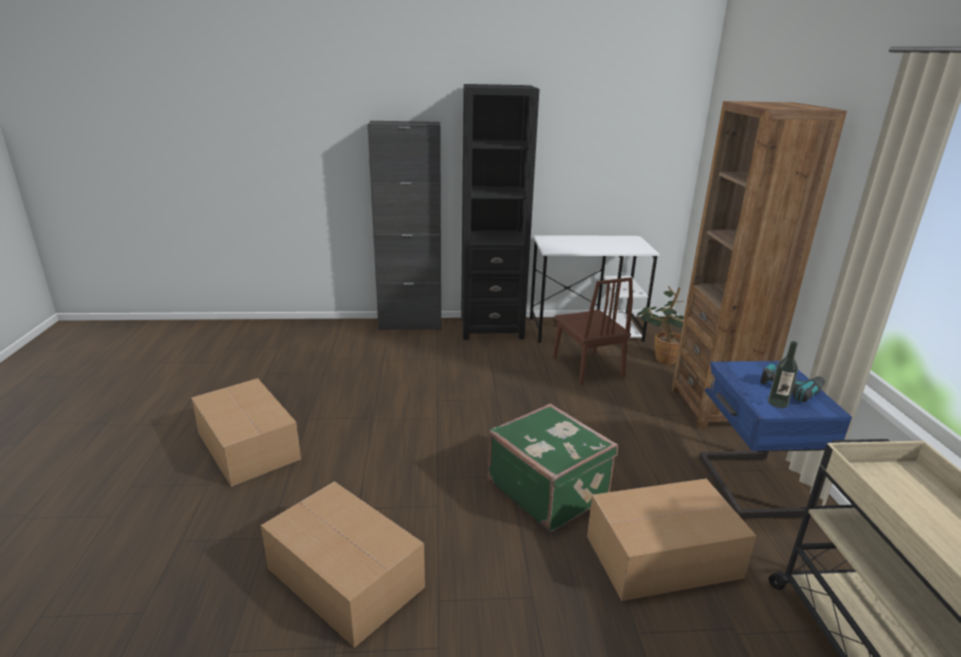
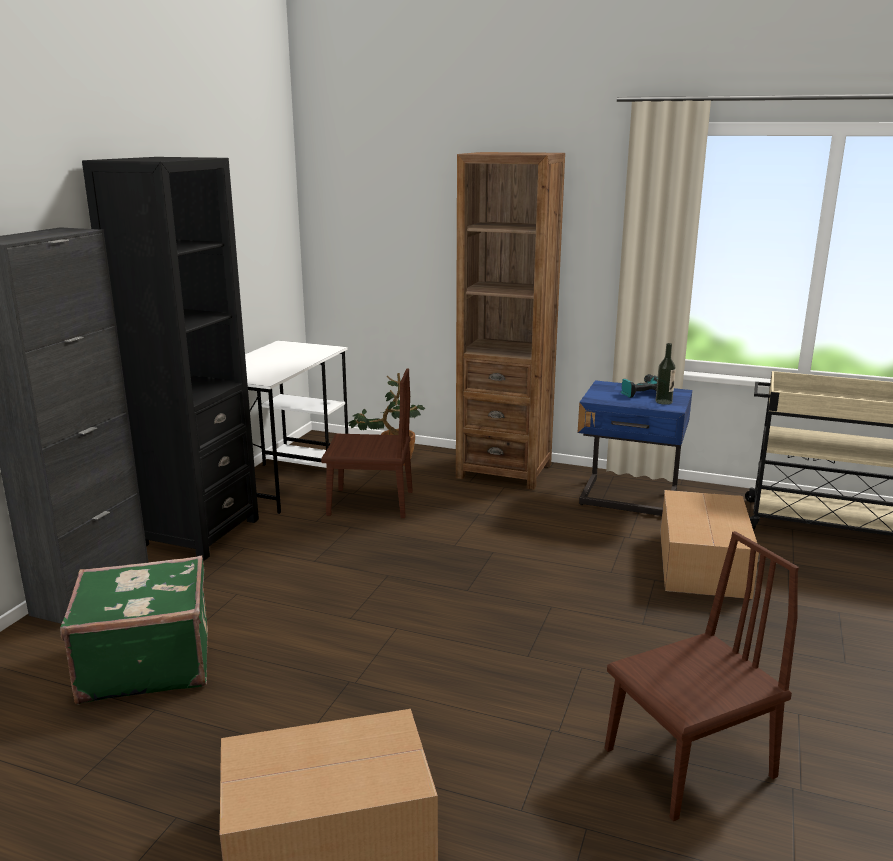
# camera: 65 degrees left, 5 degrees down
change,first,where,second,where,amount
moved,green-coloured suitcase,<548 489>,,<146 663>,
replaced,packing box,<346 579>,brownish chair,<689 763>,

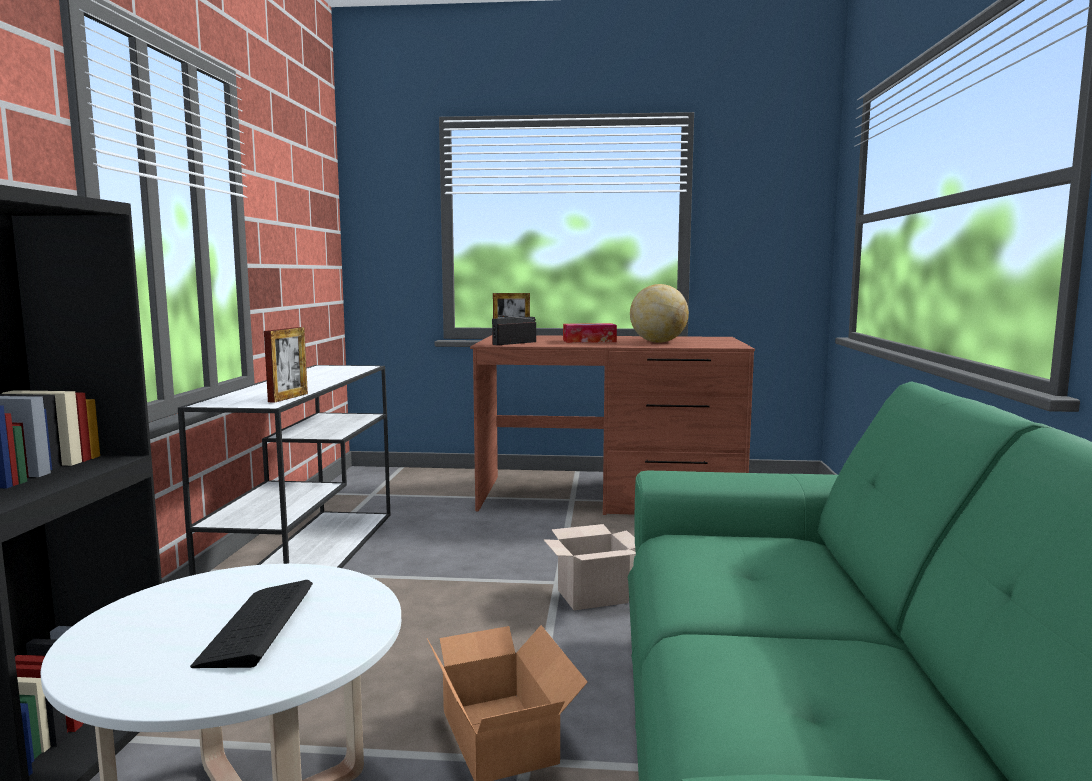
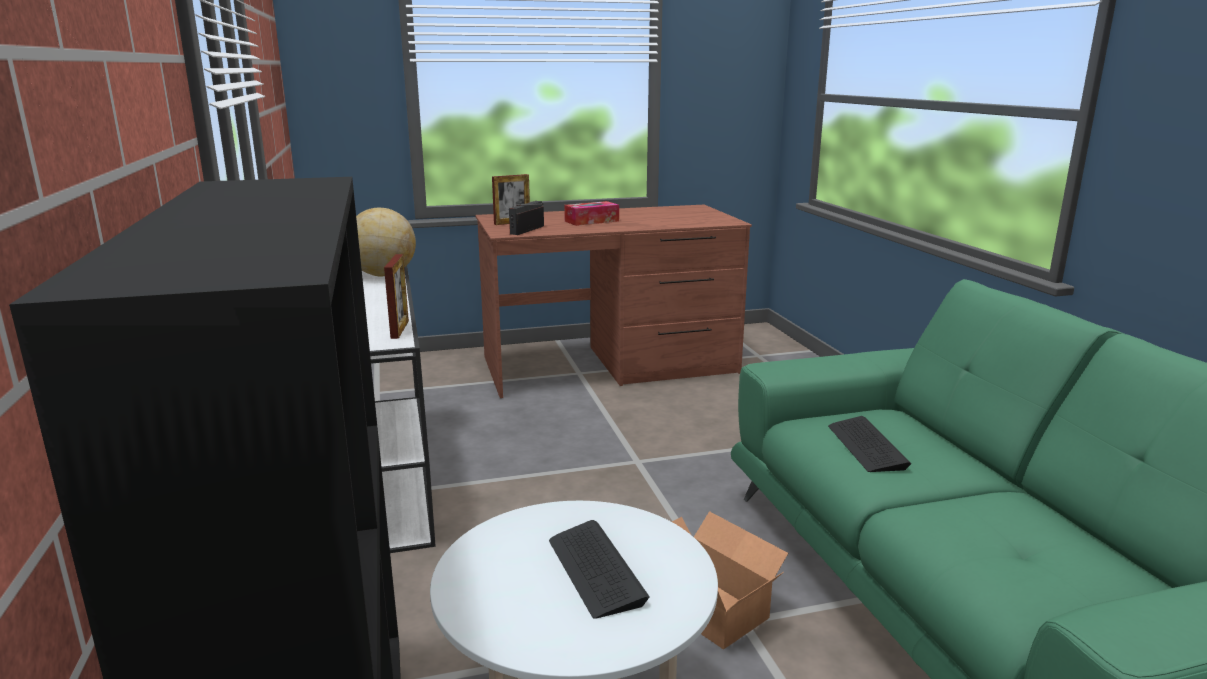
# camera: 20 degrees left, 10 degrees up
change,first,where,second,where,amount
removed,packing box,<593 596>,,,
added,,,computer keyboard,<866 446>,
moved,globe,<658 342>,,<383 275>,

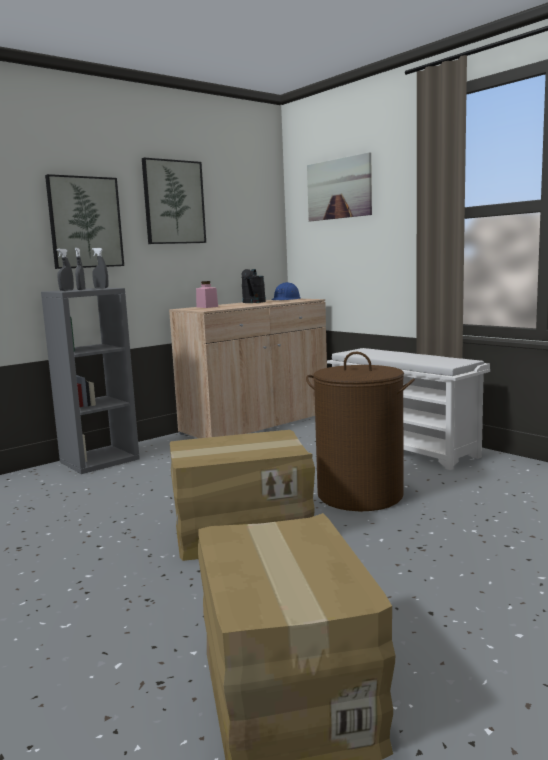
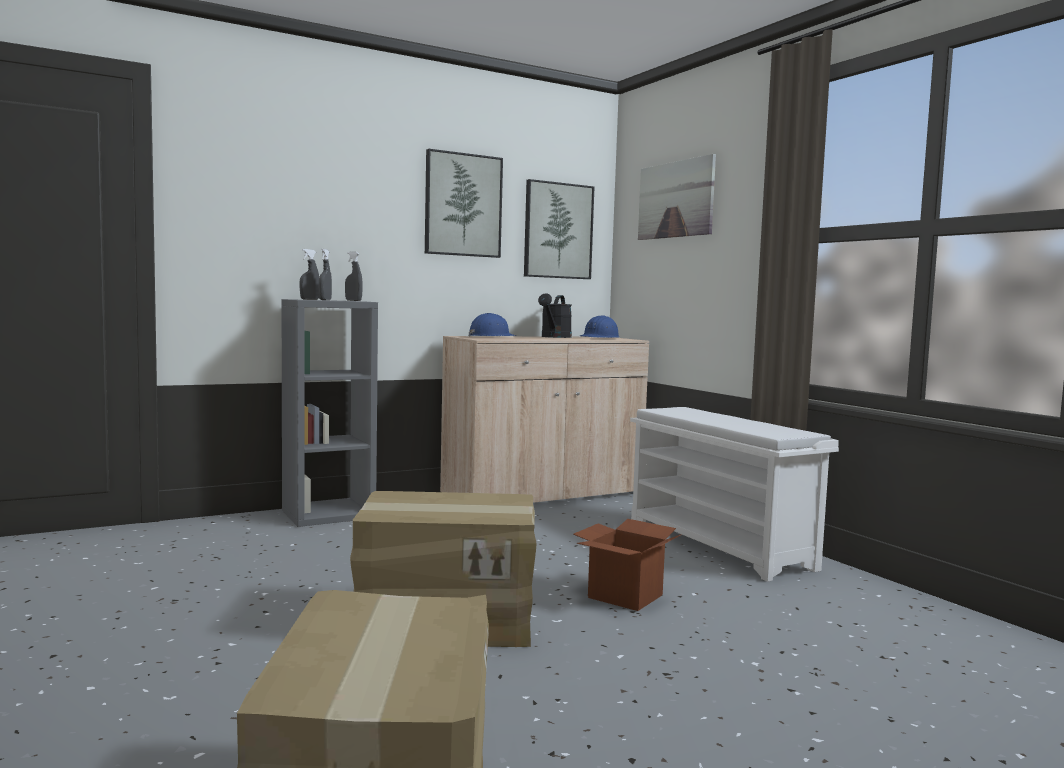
# camera: 10 degrees right, 5 degrees down
change,first,where,second,where,amount
moved,picture,<85 222>,,<557 231>,
replaced,pinkish preserve jar,<207 307>,blue-coloured work helmet,<490 337>,
replaced,brownish hamper,<360 495>,packing box,<625 596>,

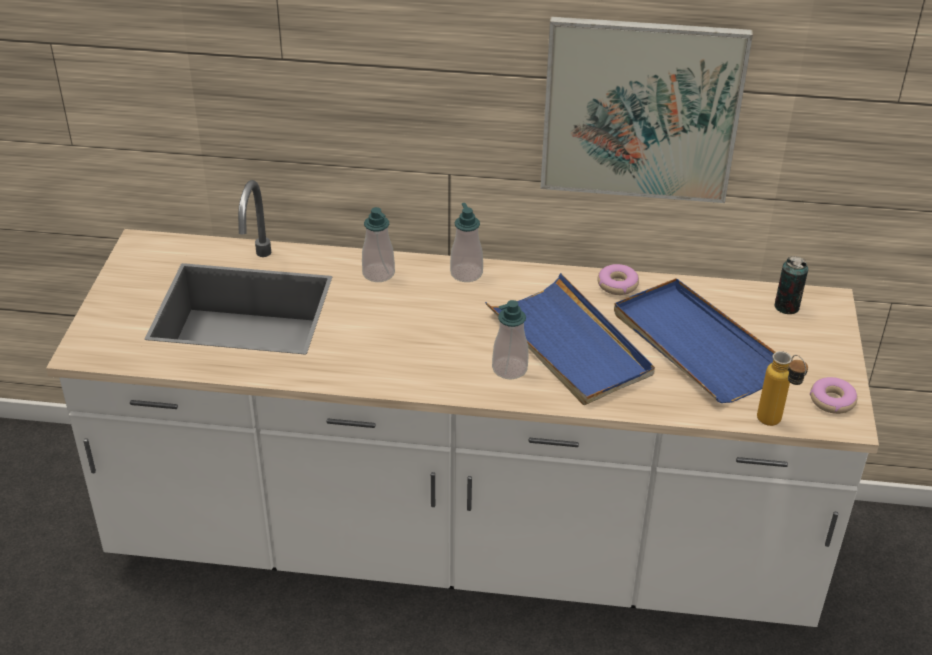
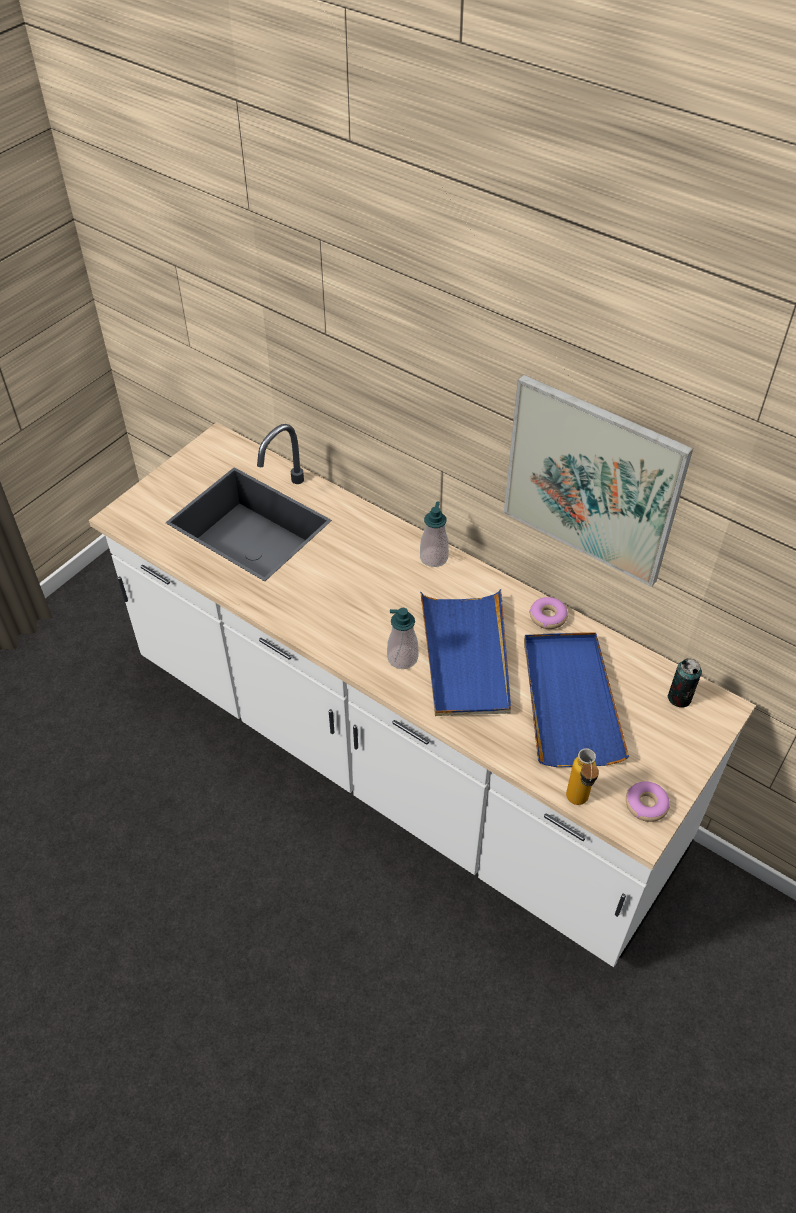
# camera: 30 degrees right, 10 degrees up
change,first,where,second,where,amount
removed,soap dispenser,<378 273>,,,

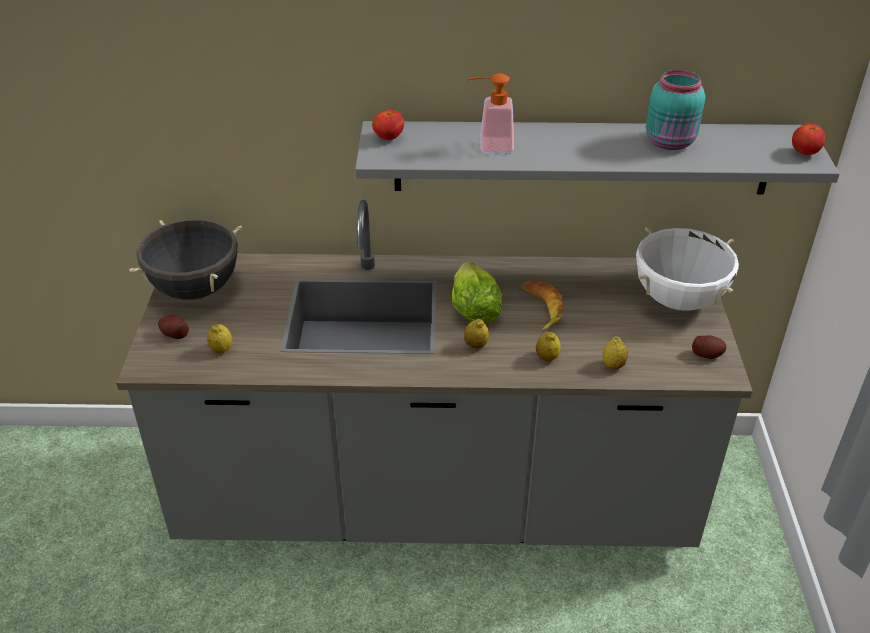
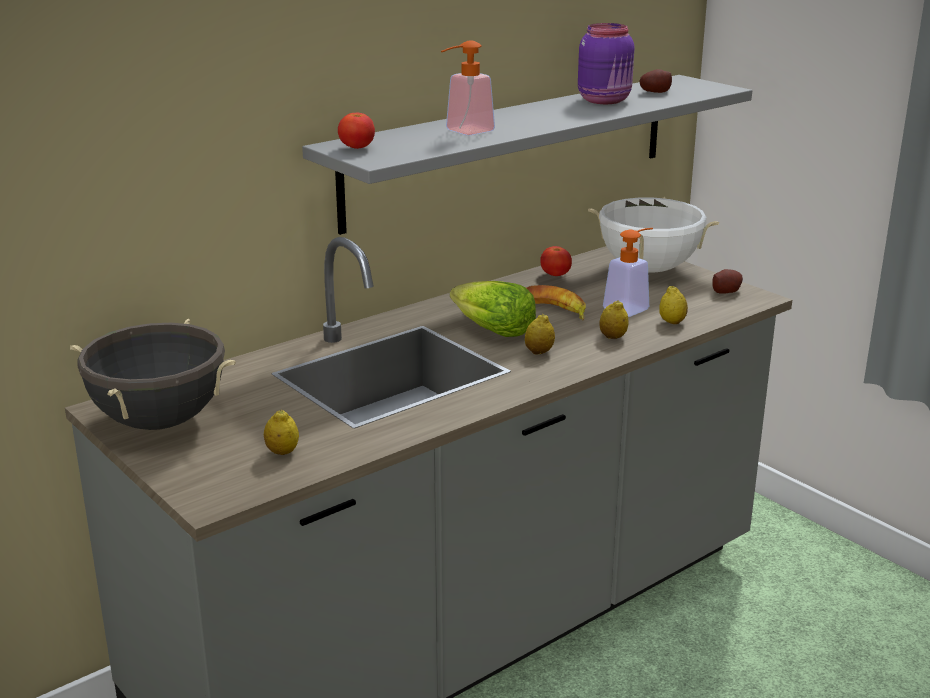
# camera: 40 degrees left, 15 degrees down
change,first,where,second,where,amount
added,,,soap dispenser,<631 307>,
moved,spud,<174 334>,,<655 92>,
moved,whole tomato,<804 153>,,<555 275>,
recoloured,turquoise-coloured preserve jar,<671 142>,purple-coloured preserve jar,<605 100>,

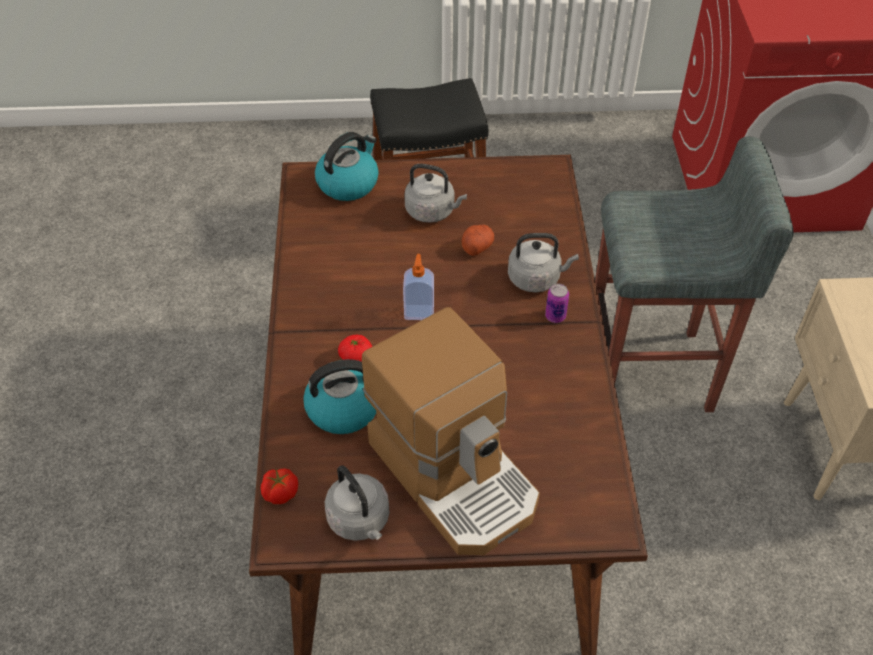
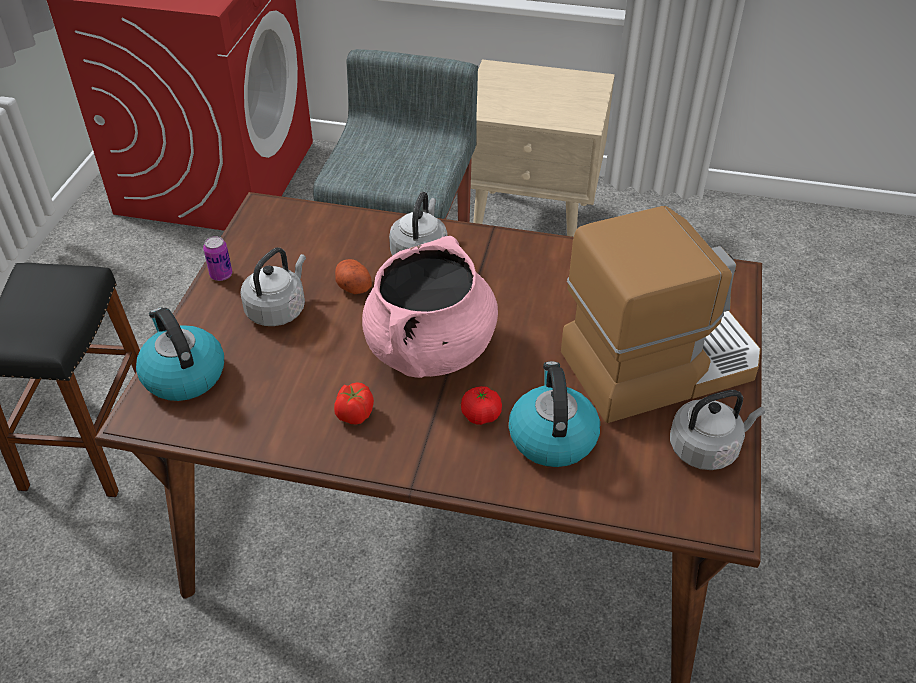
# camera: 75 degrees left, 5 degrees down
change,first,where,second,where,amount
moved,whole tomato,<280 493>,,<354 414>,
moved,can,<555 316>,,<221 275>,
replaced,soap dispenser,<419 311>,pinkish cooking pot,<430 350>,

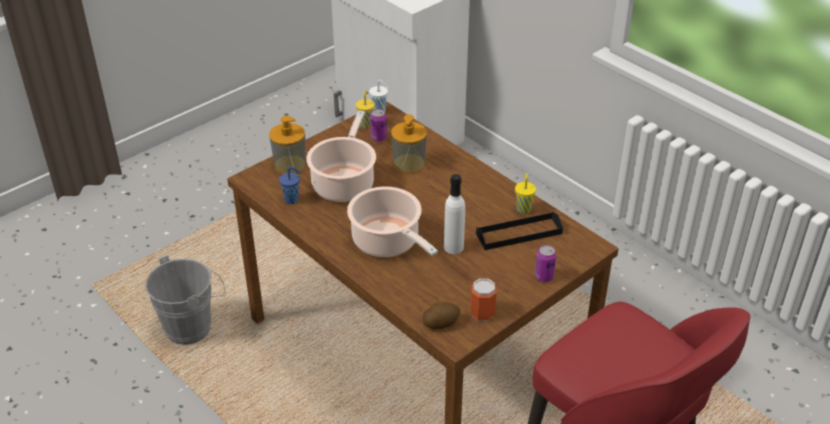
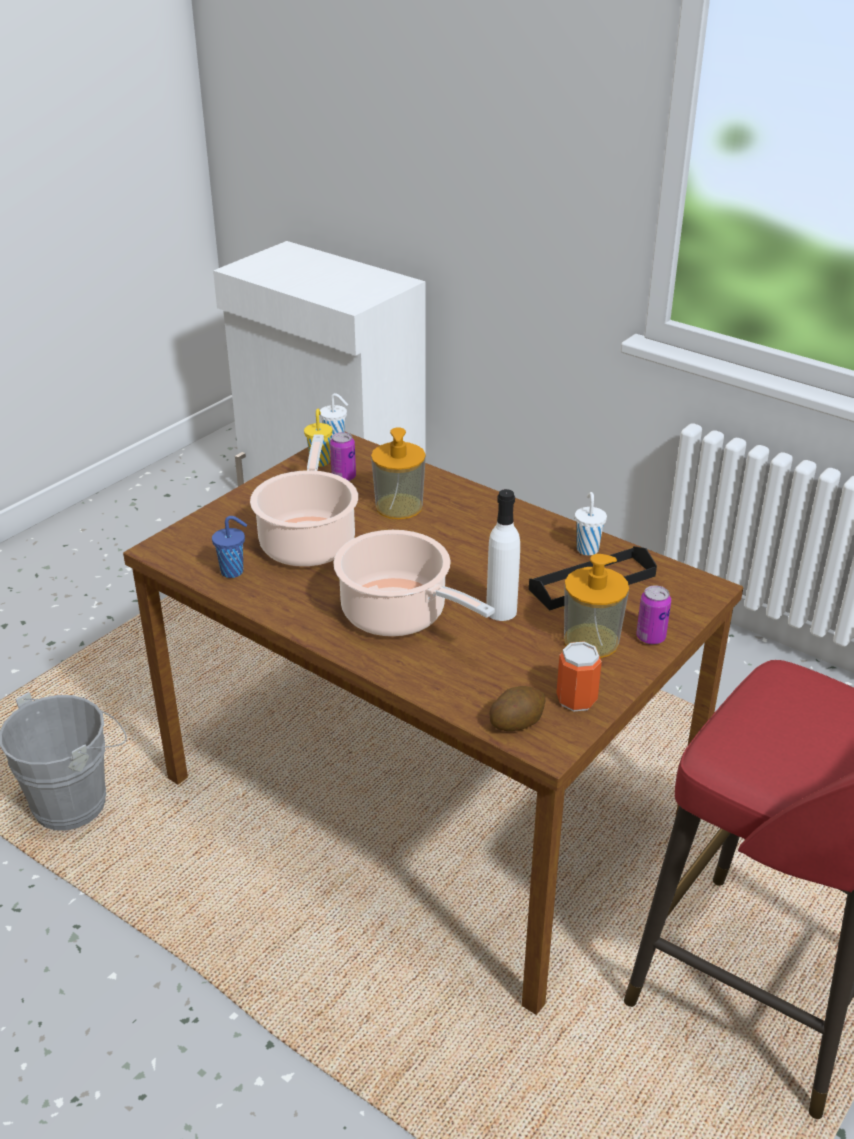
# camera: 10 degrees left, 5 degrees down
change,first,where,second,where,amount
moved,soap dispenser,<290 165>,,<591 641>,
recoloured,yellowish small cup,<523 209>,white small cup,<587 549>,

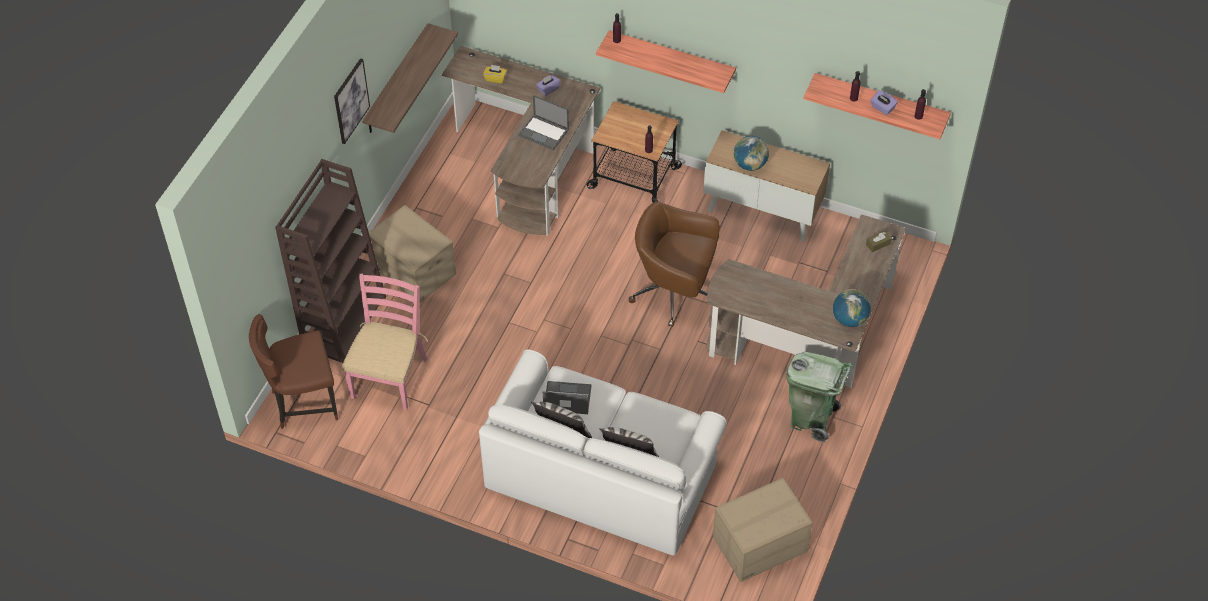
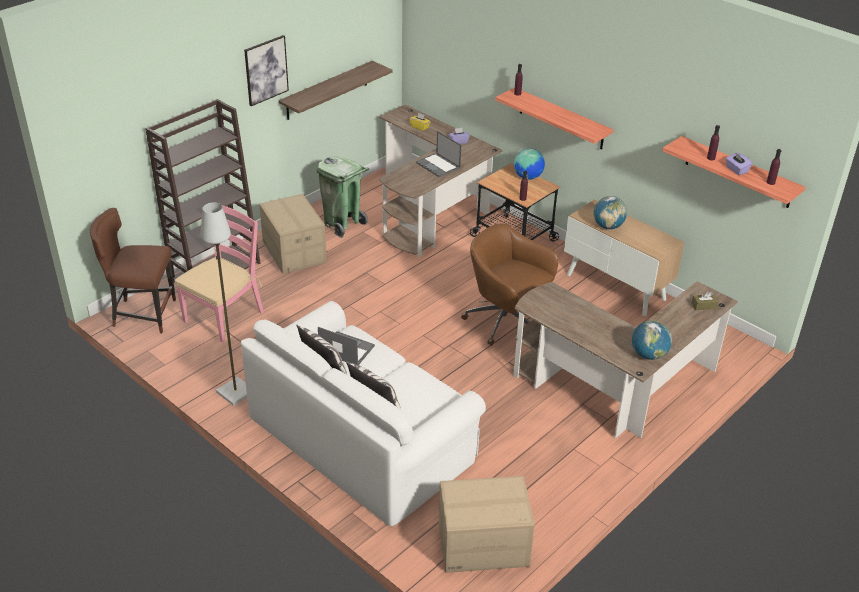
# camera: 20 degrees right, 15 degrees down
change,first,where,second,where,amount
added,,,greyish standing lamp,<234 392>,
added,,,globe,<528 177>,
moved,green-coloured rubbish bin,<811 419>,,<342 224>,

